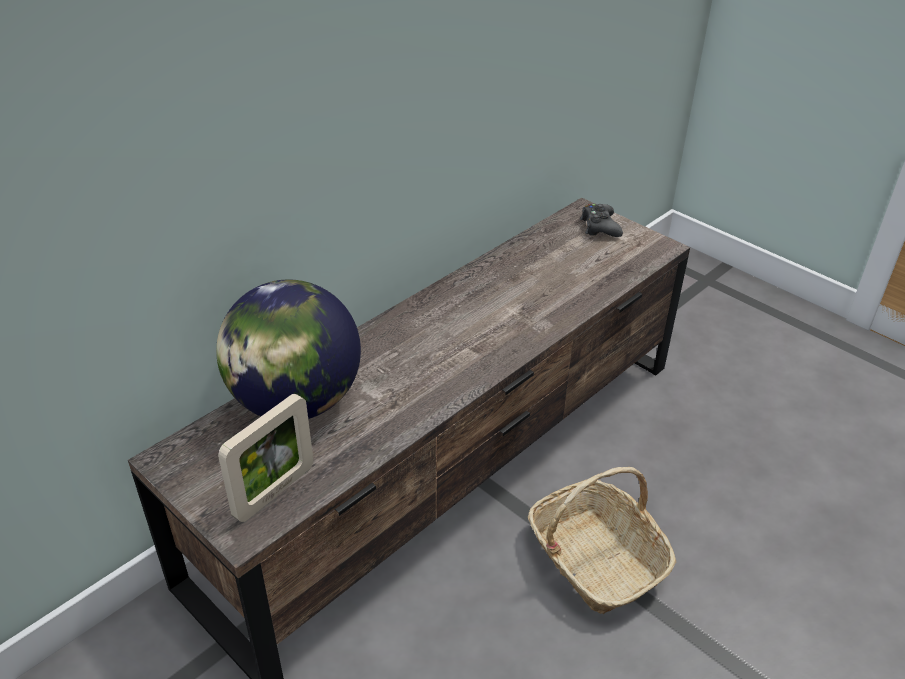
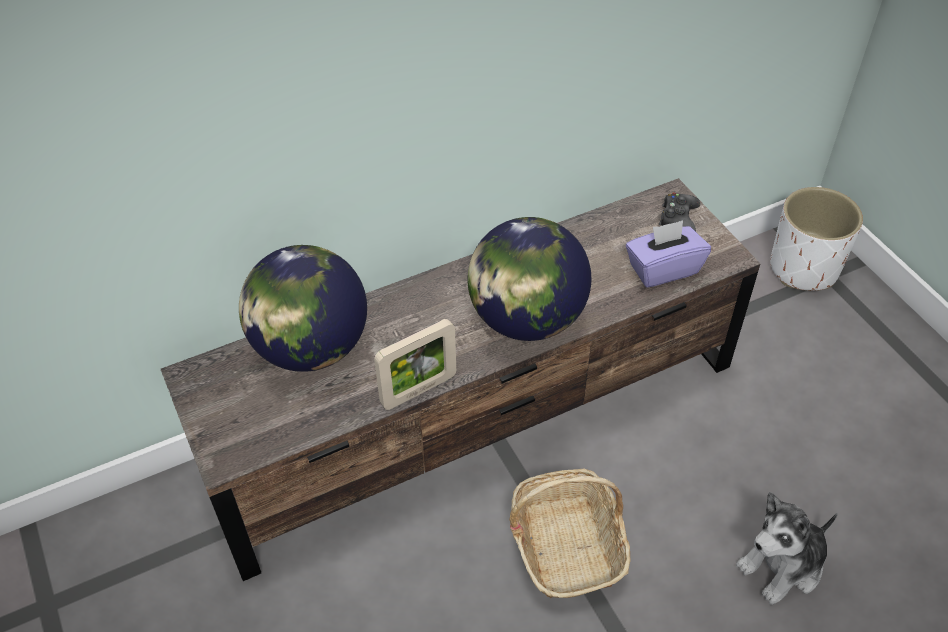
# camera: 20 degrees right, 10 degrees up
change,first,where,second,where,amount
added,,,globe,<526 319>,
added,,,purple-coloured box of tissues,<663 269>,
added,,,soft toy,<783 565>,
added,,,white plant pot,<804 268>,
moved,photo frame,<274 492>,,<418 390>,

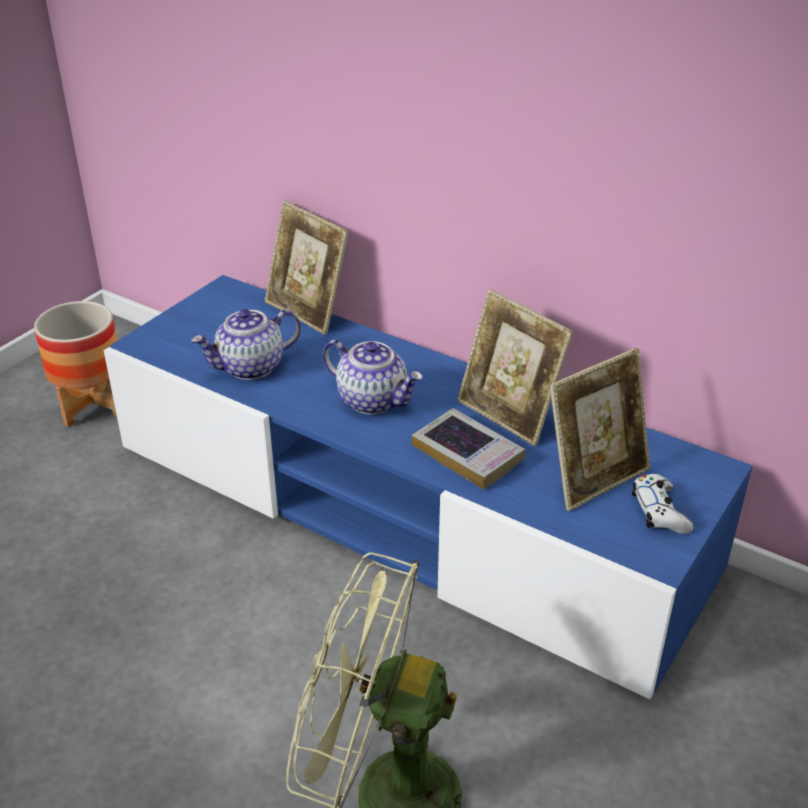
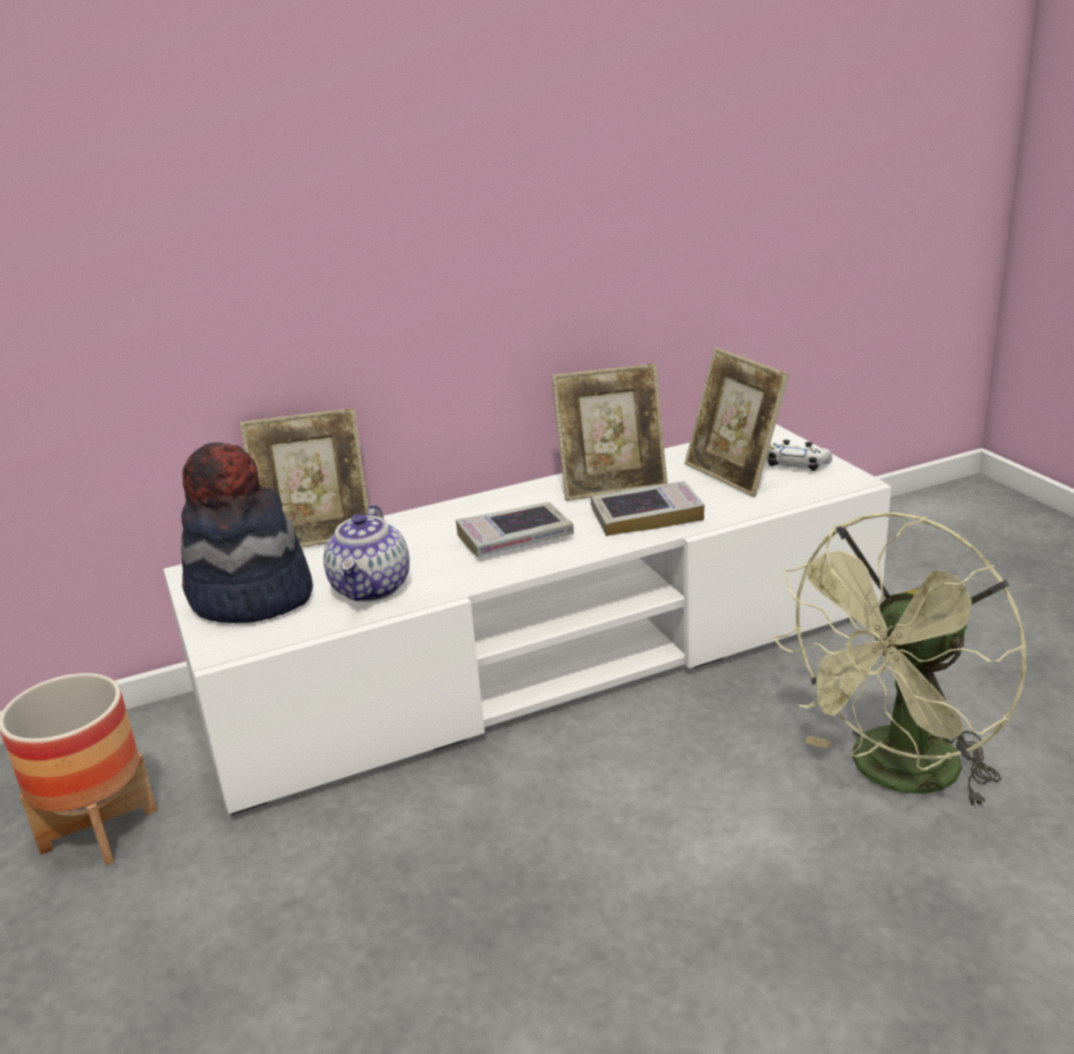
# camera: 55 degrees left, 10 degrees down
change,first,where,second,where,amount
added,,,clothing hat,<250 598>,
replaced,tea pot,<373 400>,book,<515 538>,
recoloured,blue-coloured media console,<404 509>,white media console,<546 656>,
turned,photo frame,<595 478>,,<733 475>,150 degrees clockwise

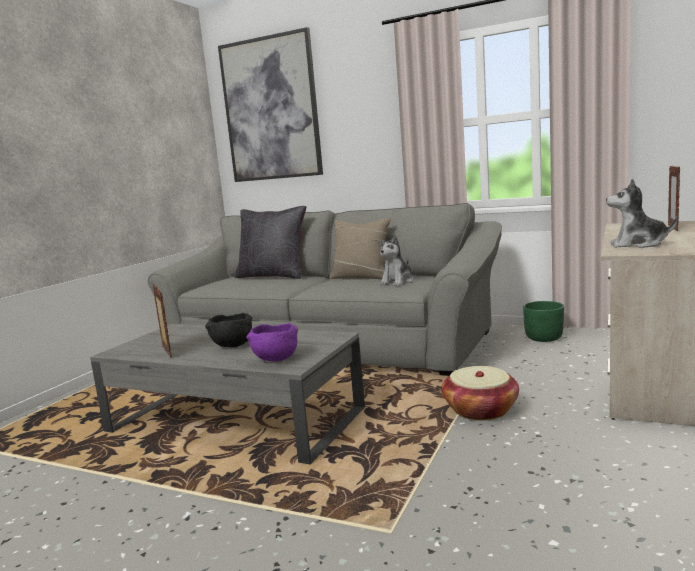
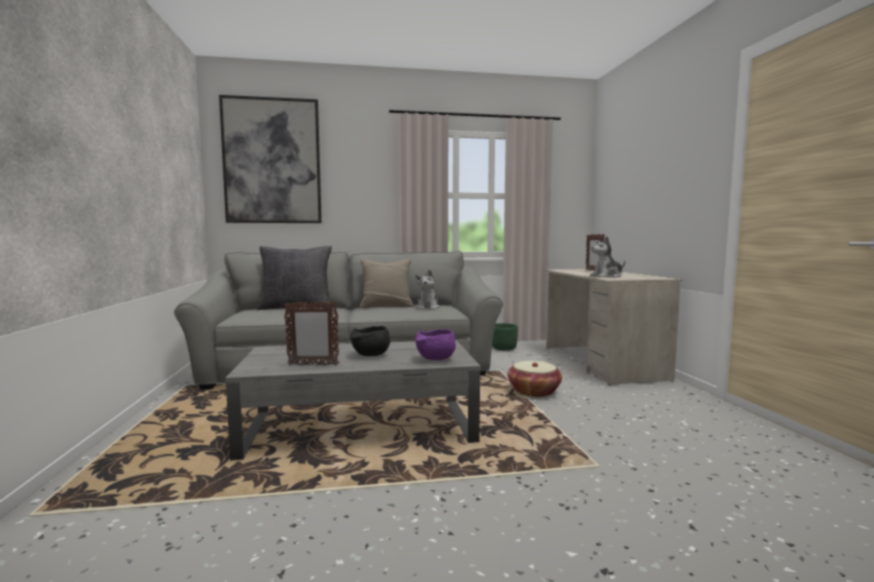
# camera: 35 degrees left, 5 degrees down
change,first,where,second,where,amount
turned,photo frame,<166 352>,,<313 365>,150 degrees clockwise

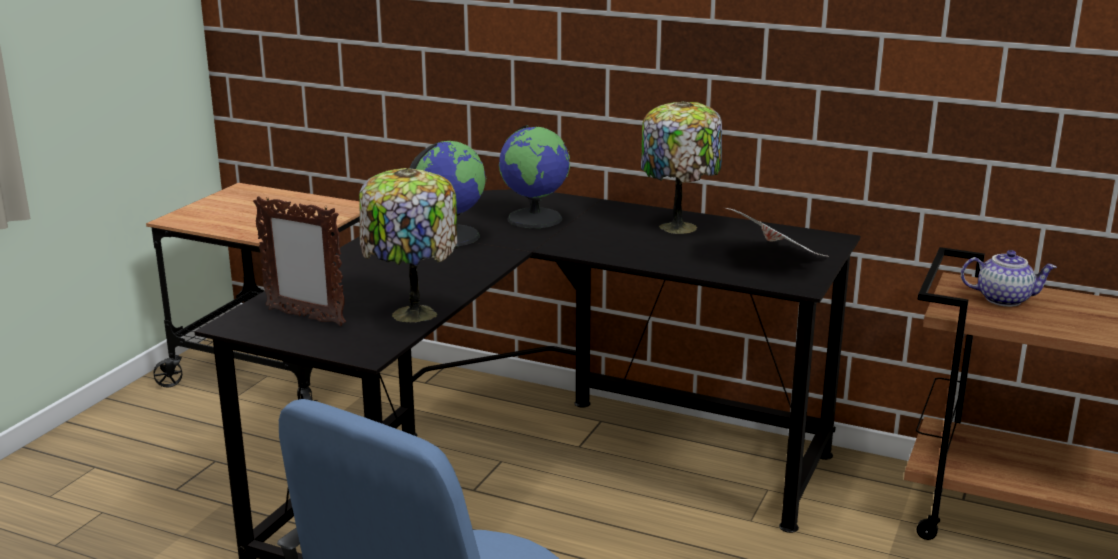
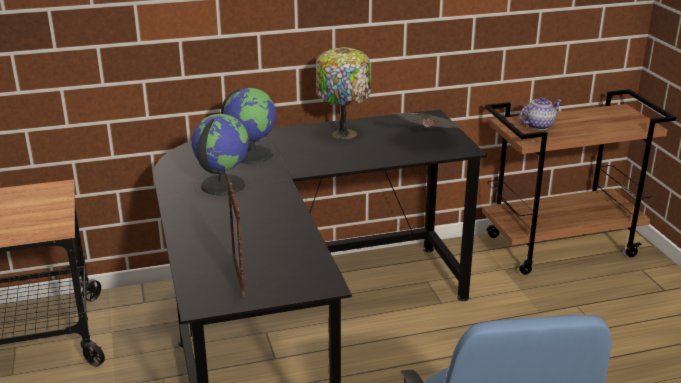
# camera: 40 degrees left, 5 degrees up
change,first,where,second,where,amount
removed,table lamp,<411 315>,,,
turned,photo frame,<305 317>,,<239 278>,90 degrees clockwise

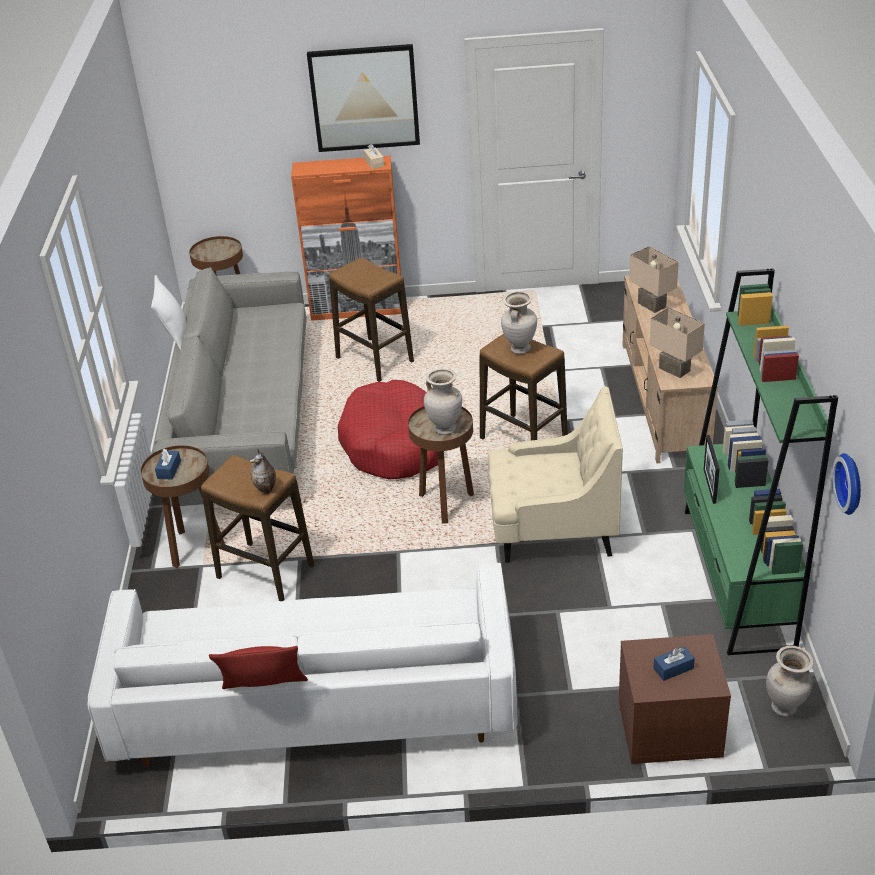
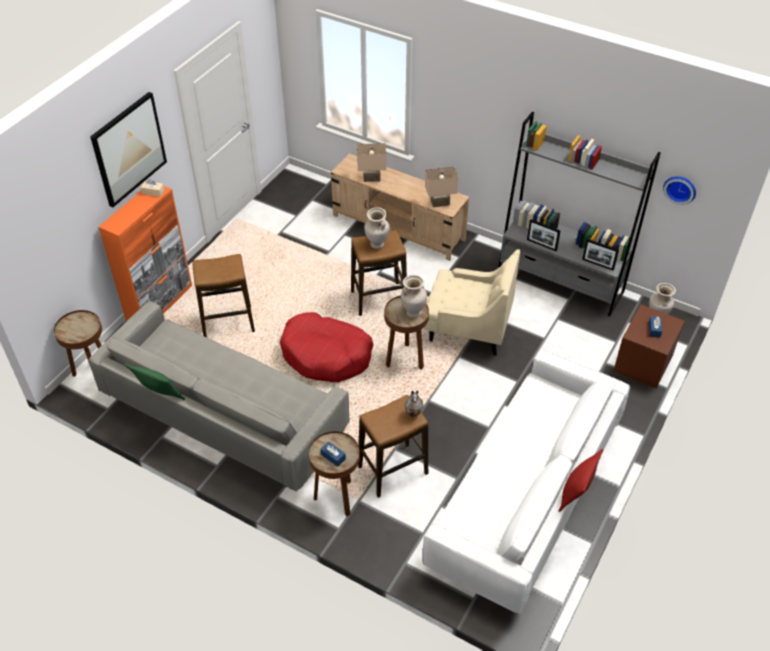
# camera: 60 degrees left, 10 degrees up
change,first,where,second,where,amount
added,,,photo frame,<598 264>,
recoloured,white throw pillow,<174 336>,green-coloured throw pillow,<160 396>,
recoloured,green-coloured bookshelf,<737 577>,greyish bookshelf,<560 282>,
turned,sand-coloured easy chair,<552 530>,,<467 328>,75 degrees clockwise

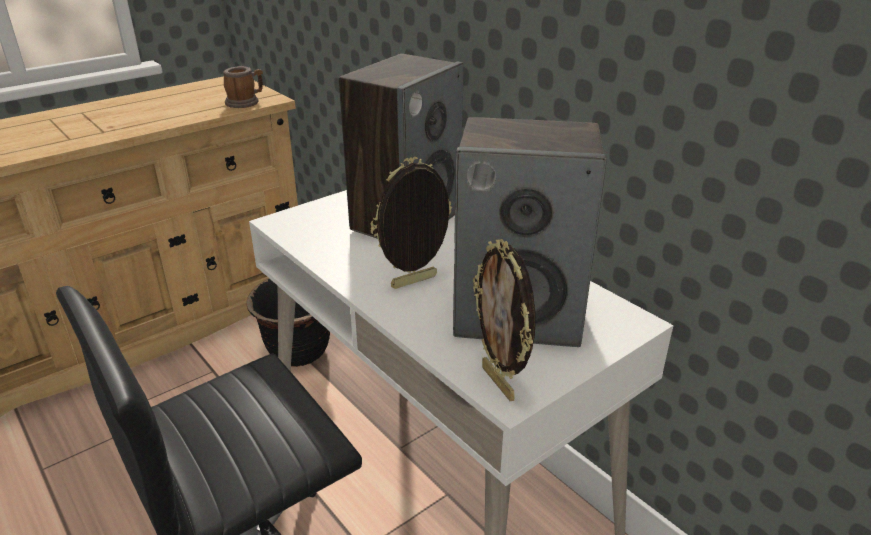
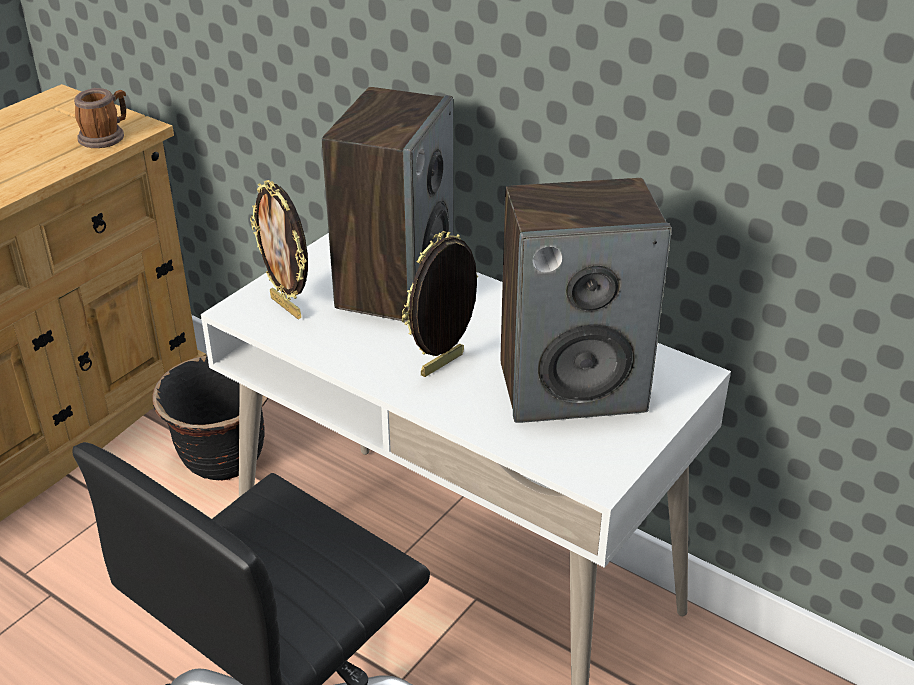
# camera: 15 degrees left, 5 degrees up
change,first,where,second,where,amount
moved,photo frame,<500 383>,,<287 307>,

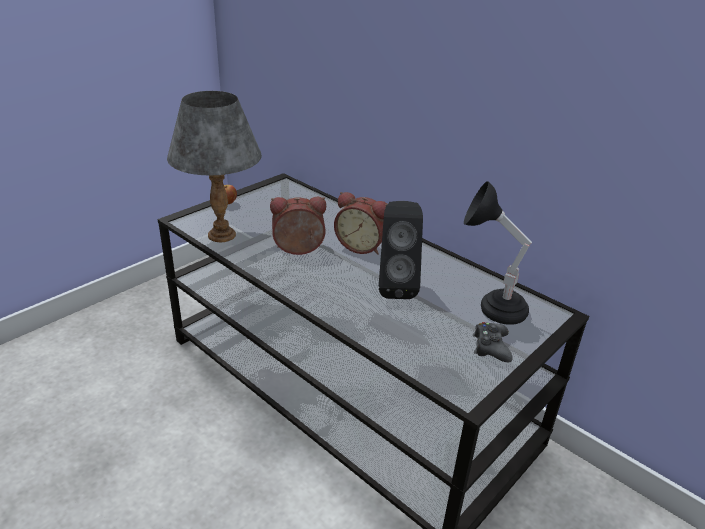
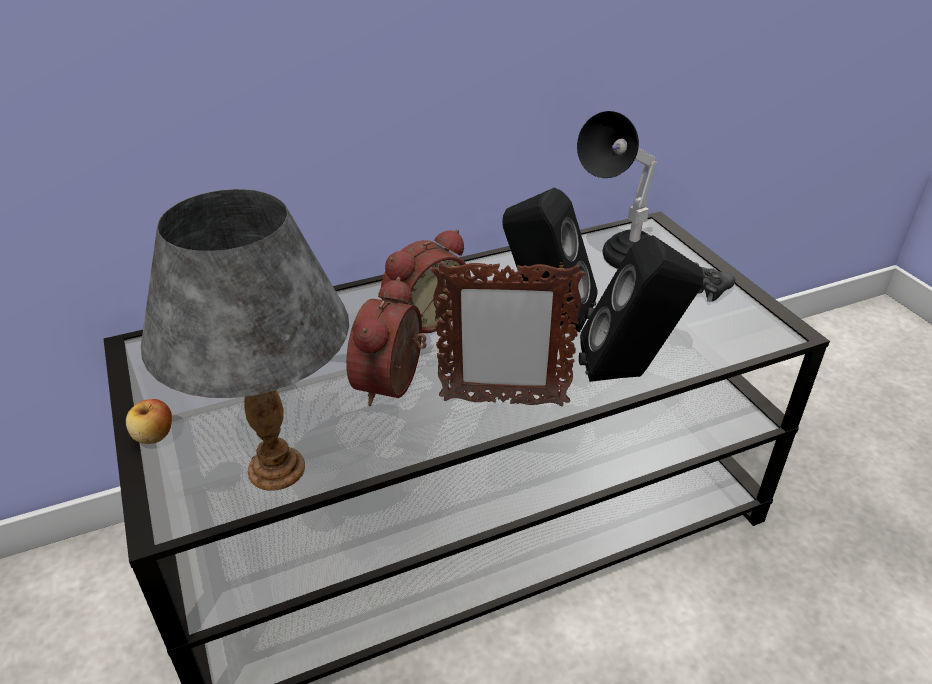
# camera: 65 degrees left, 5 degrees up
change,first,where,second,where,amount
added,,,photo frame,<502 402>,
added,,,blackish loudspeaker,<629 374>,

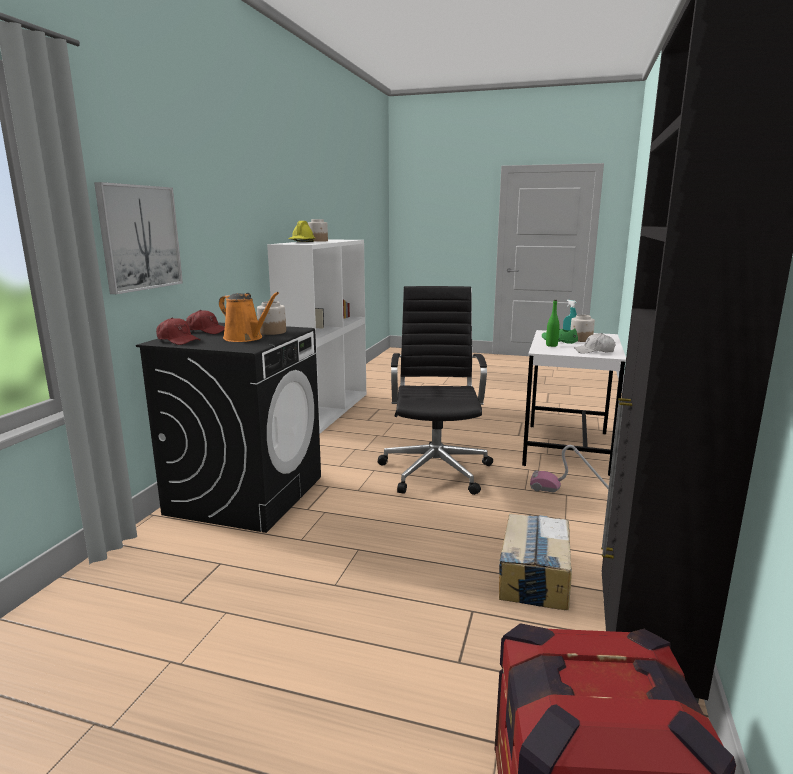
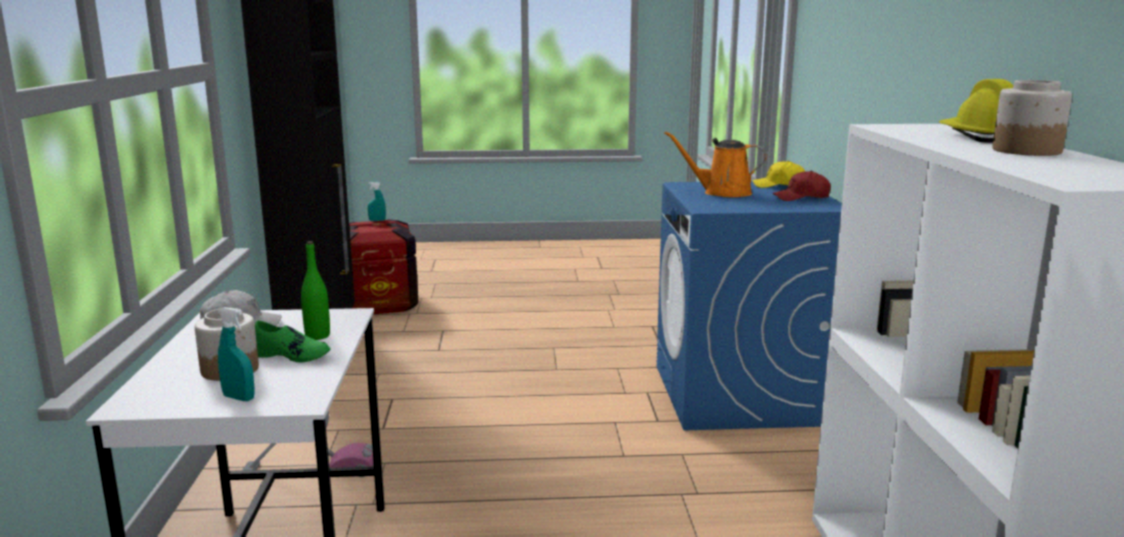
# camera: 160 degrees right, 0 degrees up
change,first,where,second,where,amount
removed,picture,<139 238>,,,
removed,preserve jar,<272 332>,,,
removed,blackish office chair,<436 469>,,,
removed,packing box,<534 575>,,,
added,,,turquoise-coloured spray bottle,<377 220>,
recoloured,blackish laundry machine,<246 494>,blue-coloured laundry machine,<737 395>,
recoloured,red baseball cap,<178 340>,yellowish baseball cap,<779 186>,

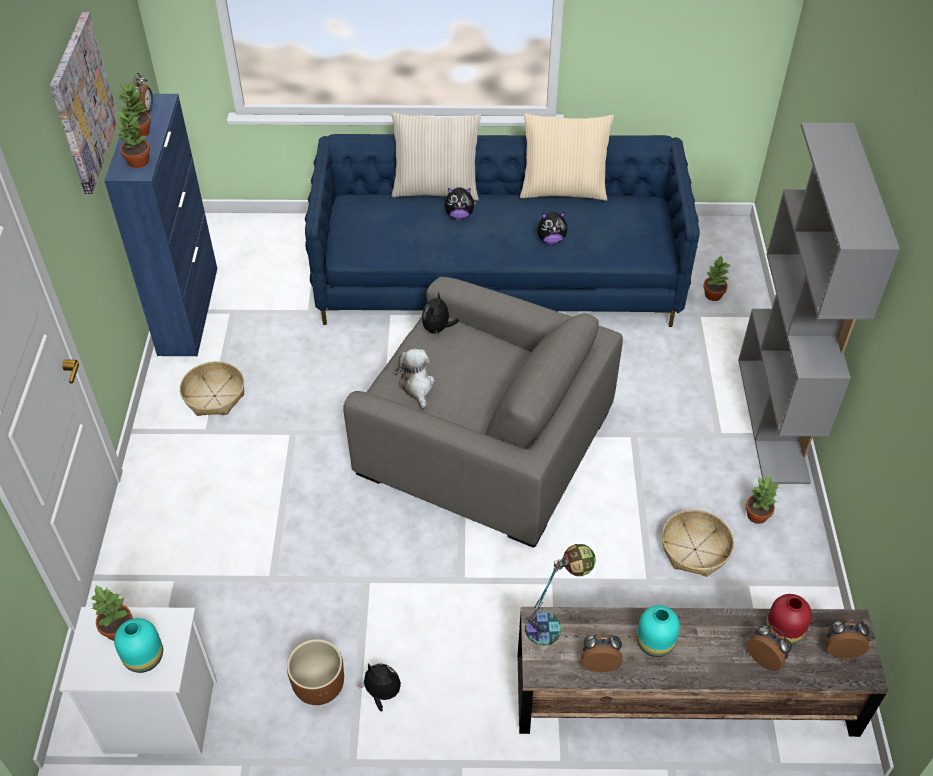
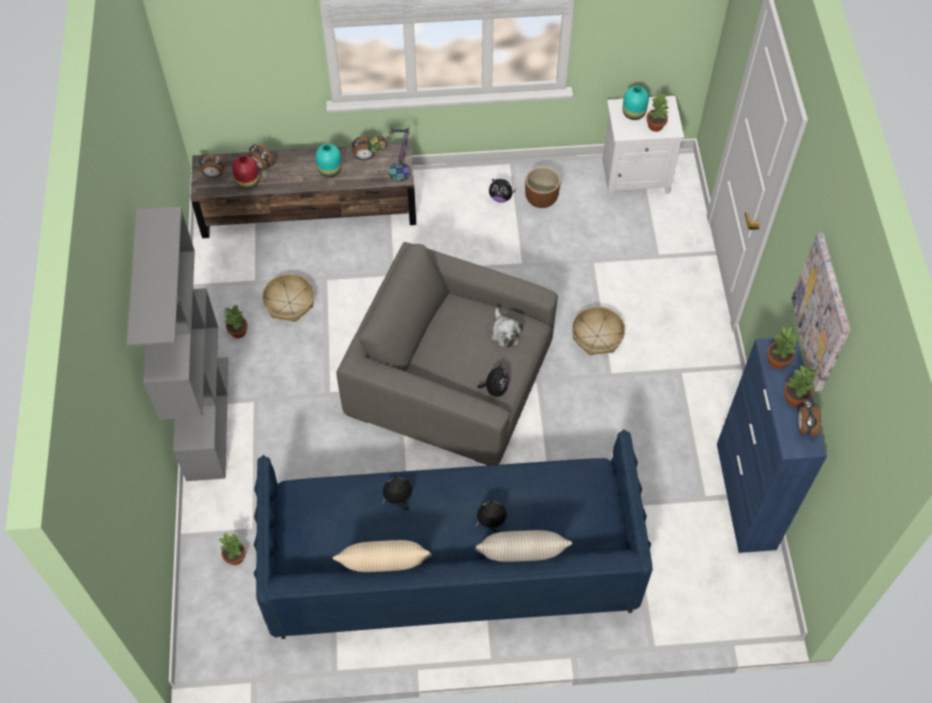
# camera: 175 degrees right, 10 degrees up
change,first,where,second,where,amount
moved,basket,<214 396>,,<597 336>,

